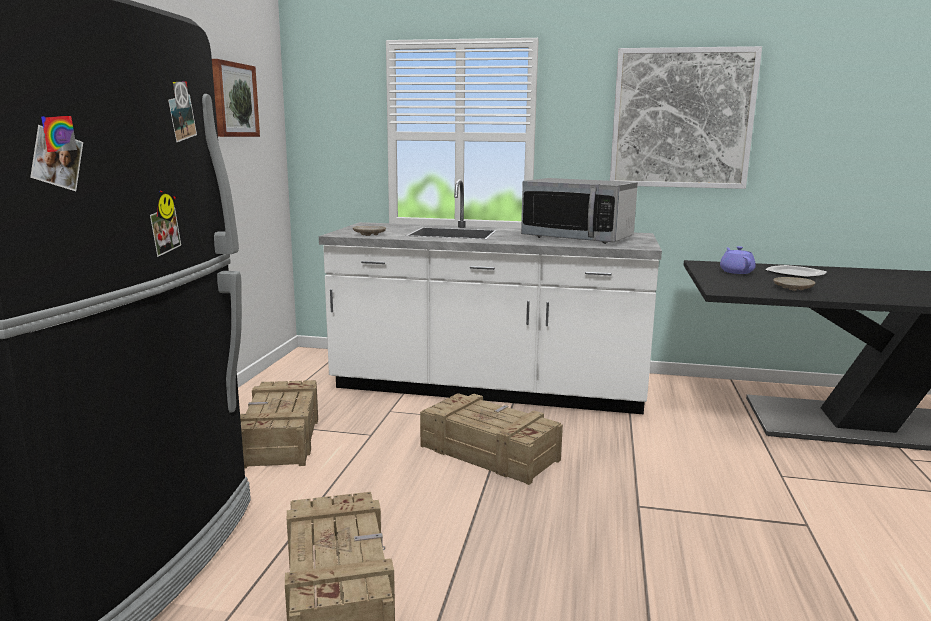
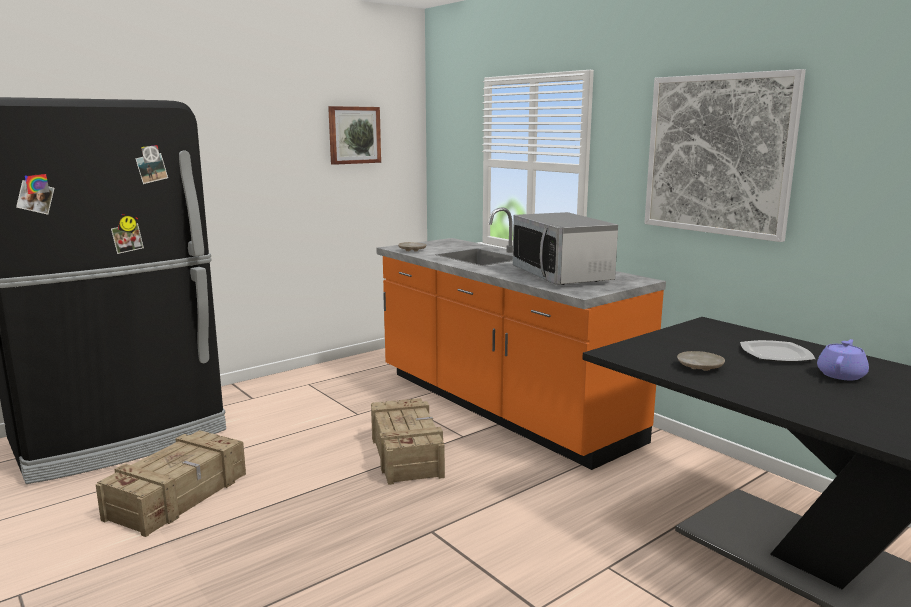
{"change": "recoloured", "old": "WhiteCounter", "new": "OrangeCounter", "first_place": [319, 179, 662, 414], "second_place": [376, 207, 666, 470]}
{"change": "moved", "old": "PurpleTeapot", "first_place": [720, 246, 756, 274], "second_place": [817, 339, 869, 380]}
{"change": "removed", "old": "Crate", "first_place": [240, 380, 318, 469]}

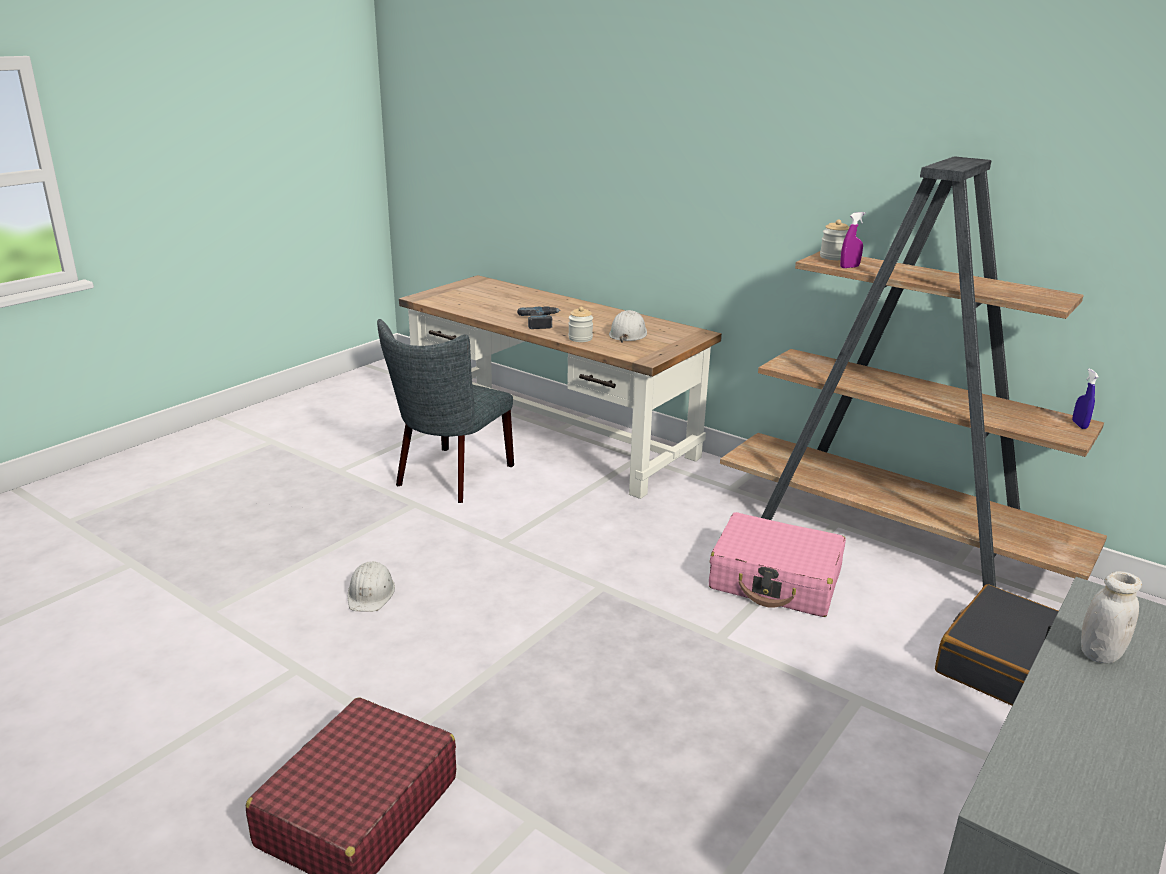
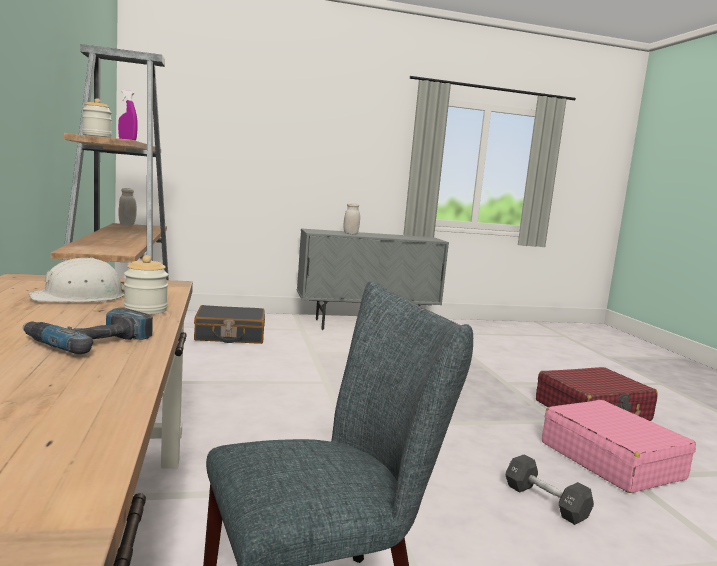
{"change": "replaced", "old": "BlueSprayBottle", "new": "WhiteJar", "first_place": [1072, 368, 1099, 429], "second_place": [118, 188, 137, 225]}
{"change": "replaced", "old": "WhiteHardHat", "new": "BlackDumbbell", "first_place": [348, 561, 395, 612], "second_place": [505, 455, 594, 525]}
{"change": "moved", "old": "PinkSuitcase", "first_place": [709, 512, 846, 617], "second_place": [542, 400, 696, 493]}

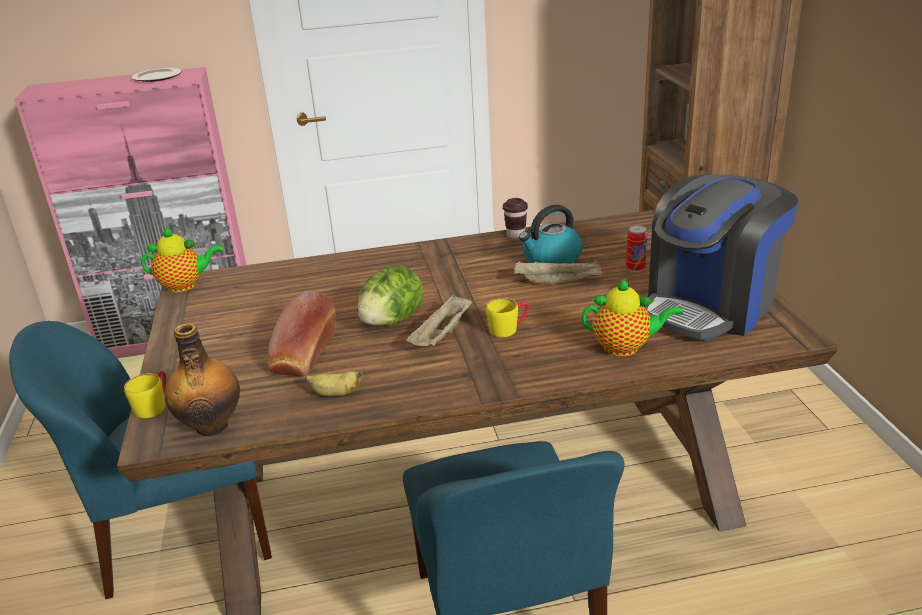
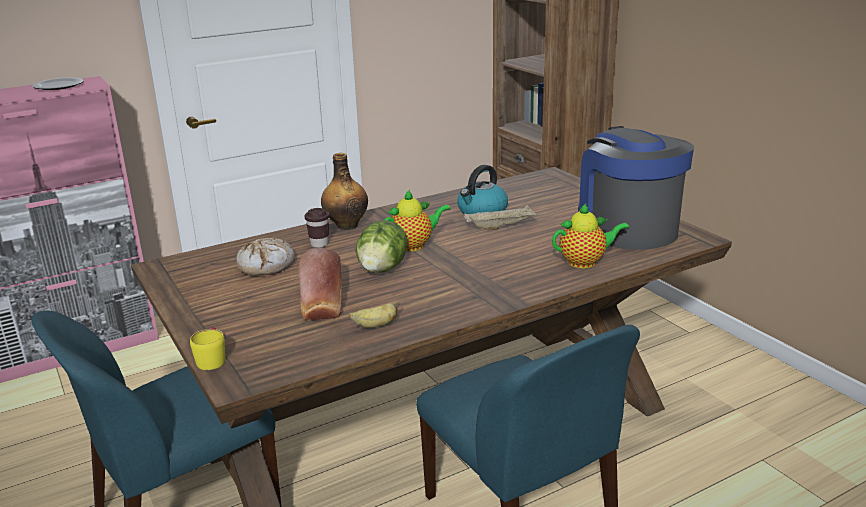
{"change": "added", "new": "Bread", "second_place": [236, 238, 295, 276]}
{"change": "moved", "old": "BrownCup", "first_place": [503, 198, 528, 239], "second_place": [304, 208, 329, 248]}
{"change": "moved", "old": "Bottle", "first_place": [165, 323, 240, 436], "second_place": [321, 153, 368, 230]}
{"change": "moved", "old": "Teapot", "first_place": [141, 227, 223, 292], "second_place": [384, 190, 451, 252]}
{"change": "turned", "old": "CoffeeMachine", "first_place": [645, 174, 799, 340], "second_place": [578, 126, 694, 250], "degrees": 135}
{"change": "removed", "old": "BeigeTray", "first_place": [406, 294, 472, 346]}
{"change": "removed", "old": "YellowMug", "first_place": [486, 298, 529, 337]}
{"change": "removed", "old": "Can", "first_place": [626, 225, 647, 272]}

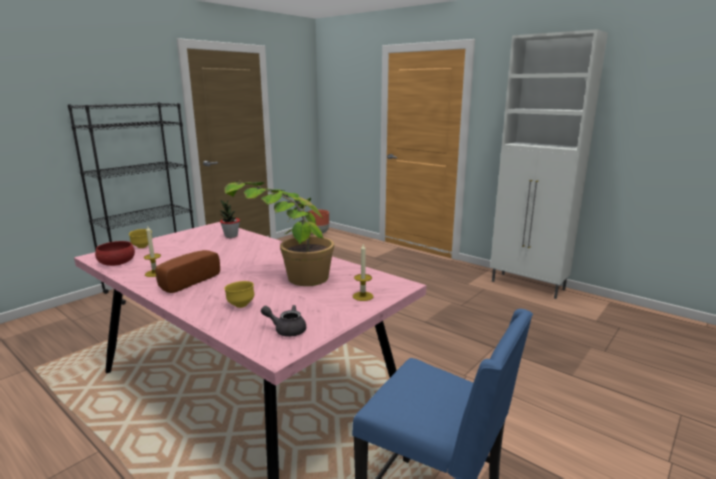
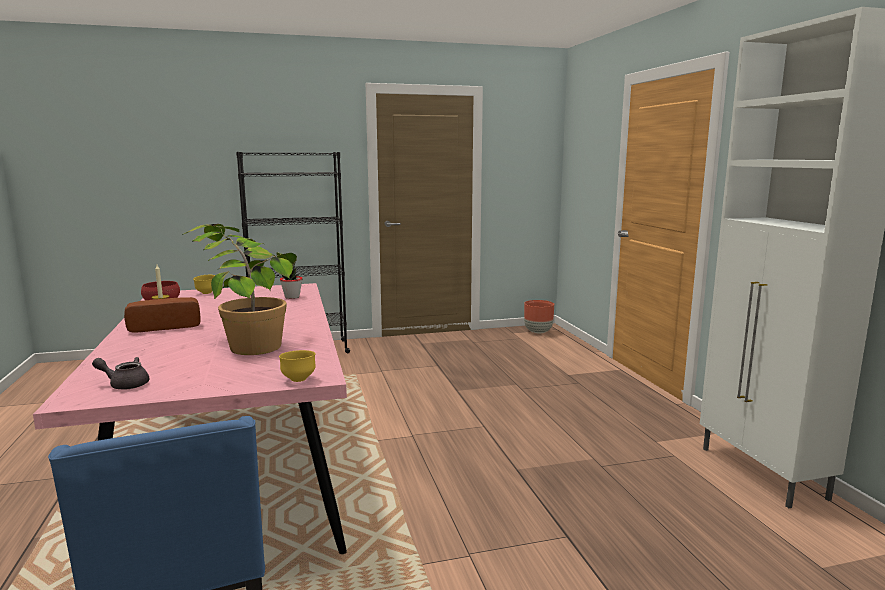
{"change": "turned", "old": "GreyTeapot", "first_place": [261, 305, 306, 337], "second_place": [92, 357, 149, 389], "degrees": -45}
{"change": "moved", "old": "YellowBowl", "first_place": [224, 281, 254, 308], "second_place": [279, 350, 316, 382]}
{"change": "removed", "old": "Candle", "first_place": [353, 244, 373, 301]}

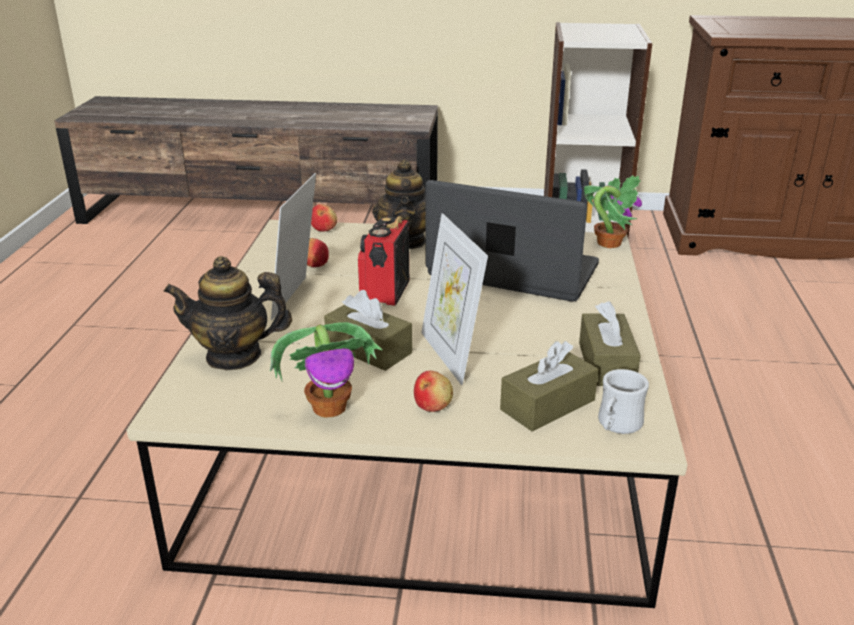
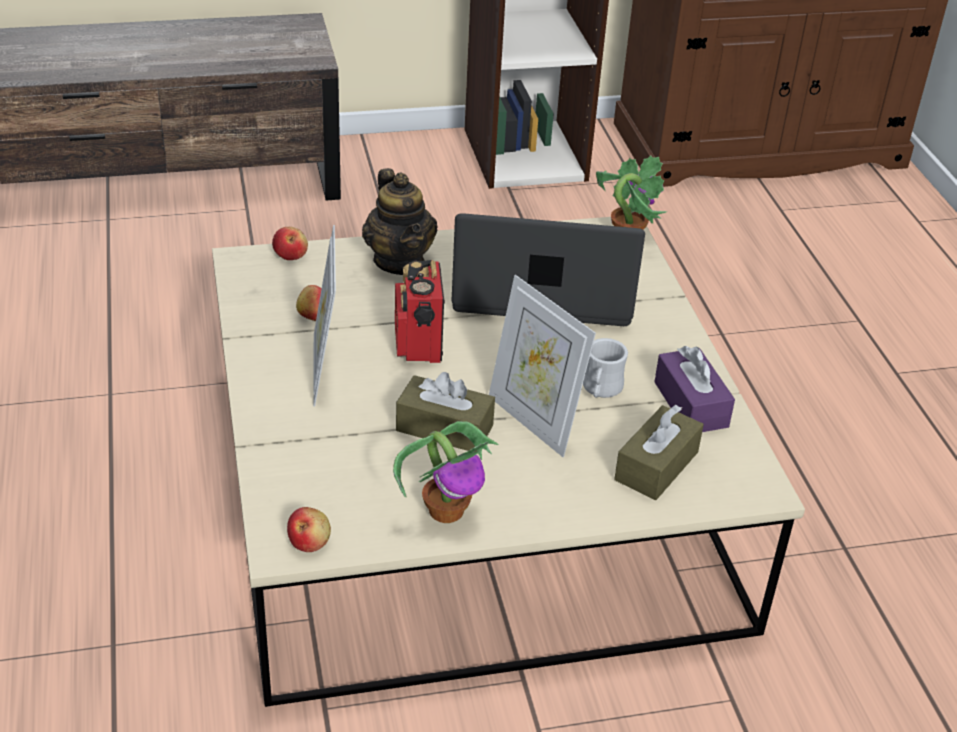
{"change": "moved", "old": "Apple", "first_place": [414, 371, 453, 412], "second_place": [287, 507, 331, 552]}
{"change": "moved", "old": "WhiteMug", "first_place": [598, 369, 649, 434], "second_place": [583, 338, 628, 398]}
{"change": "recoloured", "old": "BrownTissueBox", "new": "PurpleTissueBox", "first_place": [579, 301, 641, 386], "second_place": [655, 346, 735, 432]}
{"change": "removed", "old": "Teapot", "first_place": [163, 256, 292, 370]}

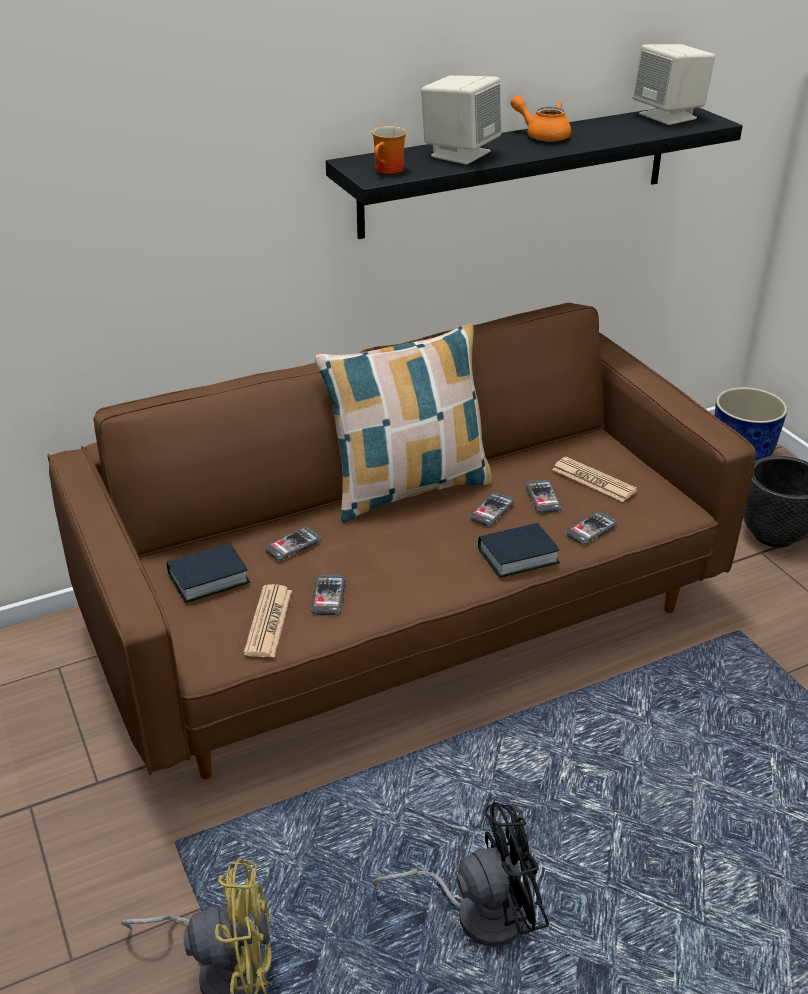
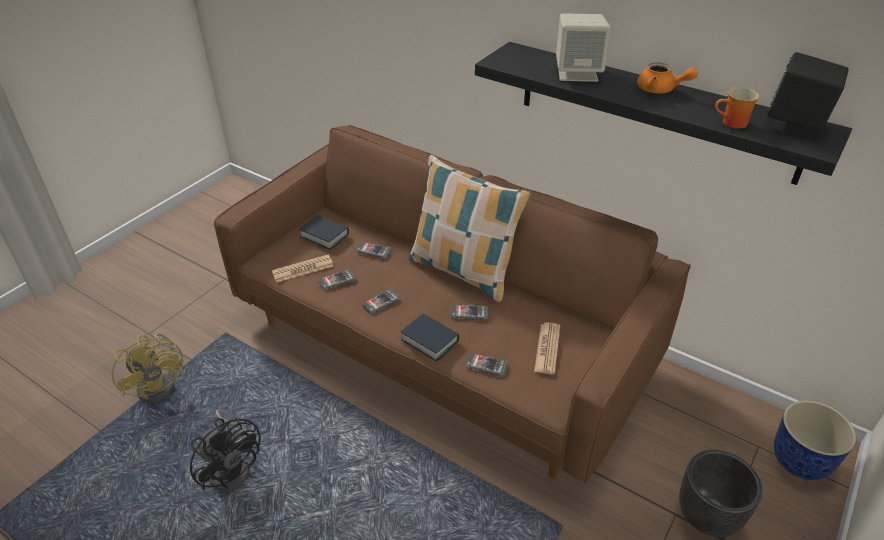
{"change": "moved", "old": "Phone", "first_place": [525, 480, 562, 513], "second_place": [363, 289, 400, 314]}
{"change": "turned", "old": "OrangeTeapot", "first_place": [510, 95, 571, 142], "second_place": [637, 62, 698, 94], "degrees": 120}
{"change": "moved", "old": "Mug", "first_place": [371, 126, 407, 174], "second_place": [715, 87, 760, 129]}
{"change": "recoloured", "old": "BeigeSpeaker", "new": "BlackSpeaker", "first_place": [632, 44, 715, 125], "second_place": [768, 52, 849, 139]}

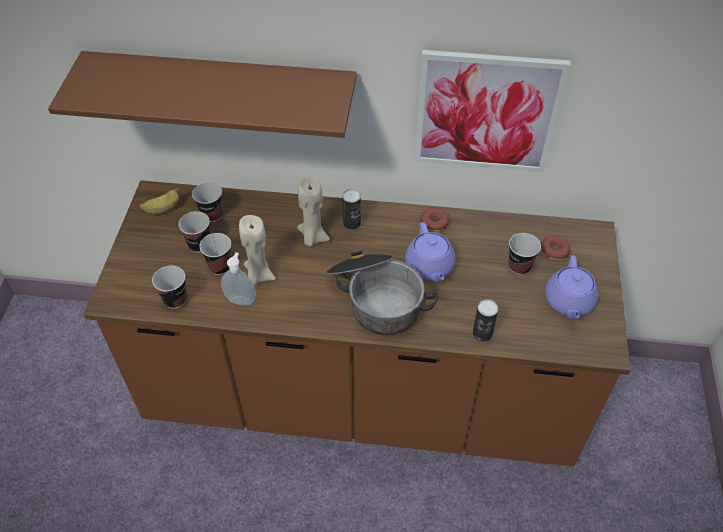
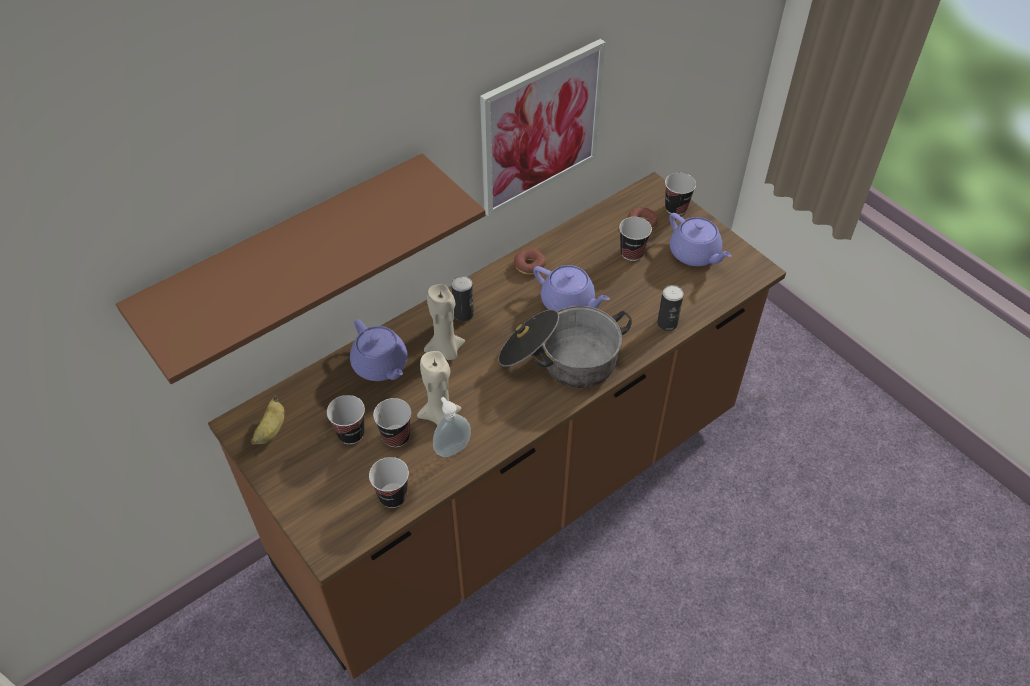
{"change": "added", "new": "PurpleTeapot", "second_place": [350, 319, 408, 381]}
{"change": "moved", "old": "Cup", "first_place": [192, 182, 223, 222], "second_place": [665, 173, 696, 215]}

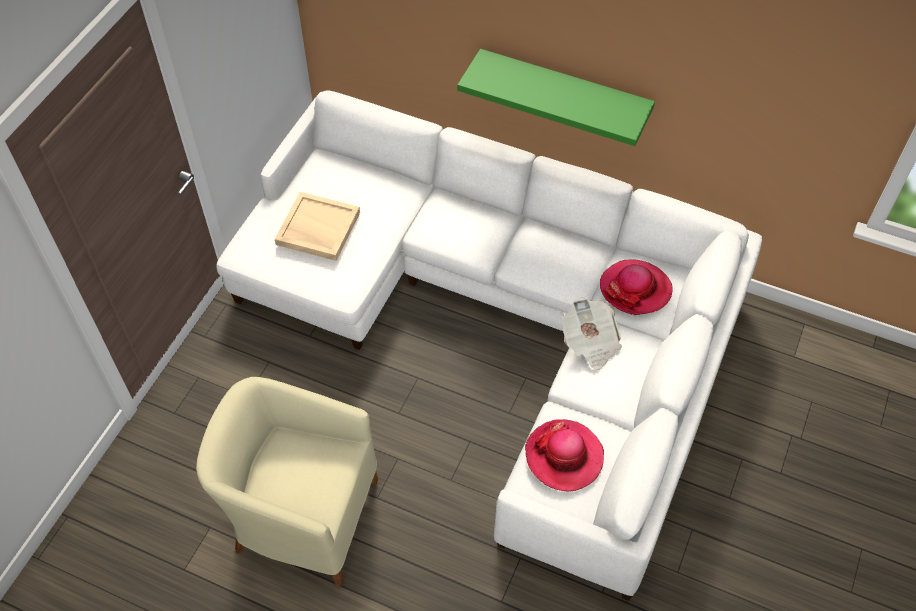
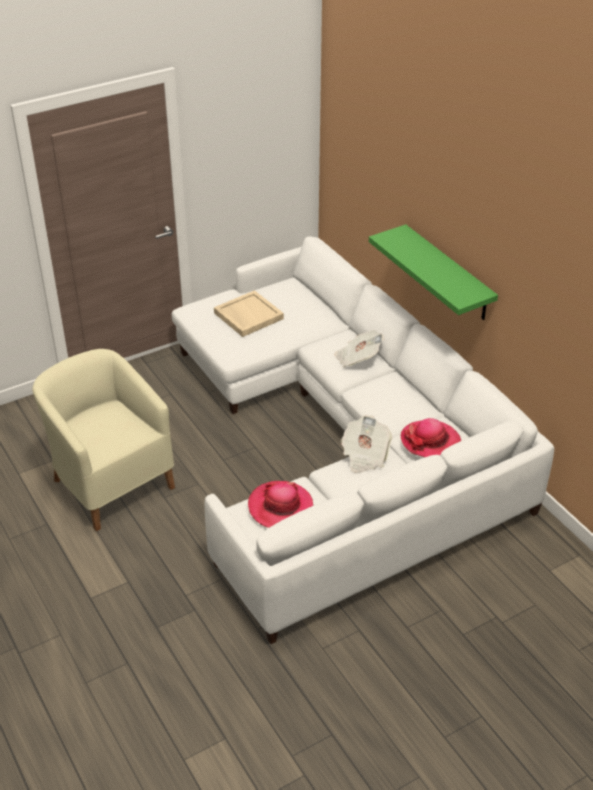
{"change": "added", "new": "Newspaper", "second_place": [334, 330, 384, 367]}

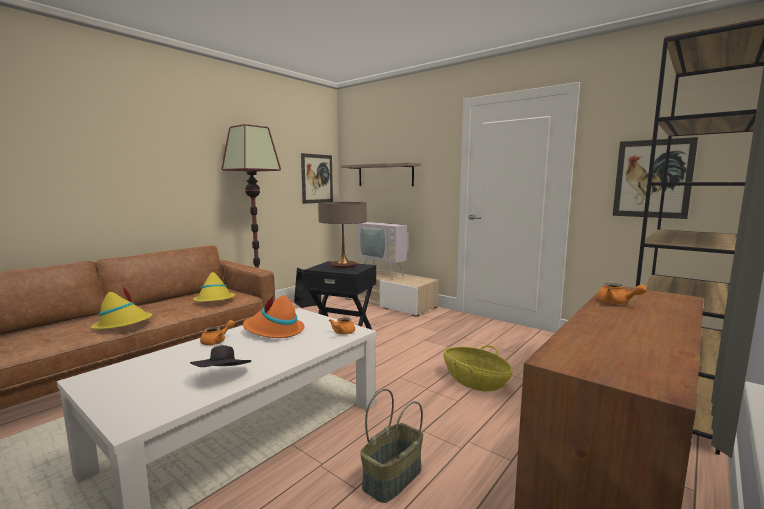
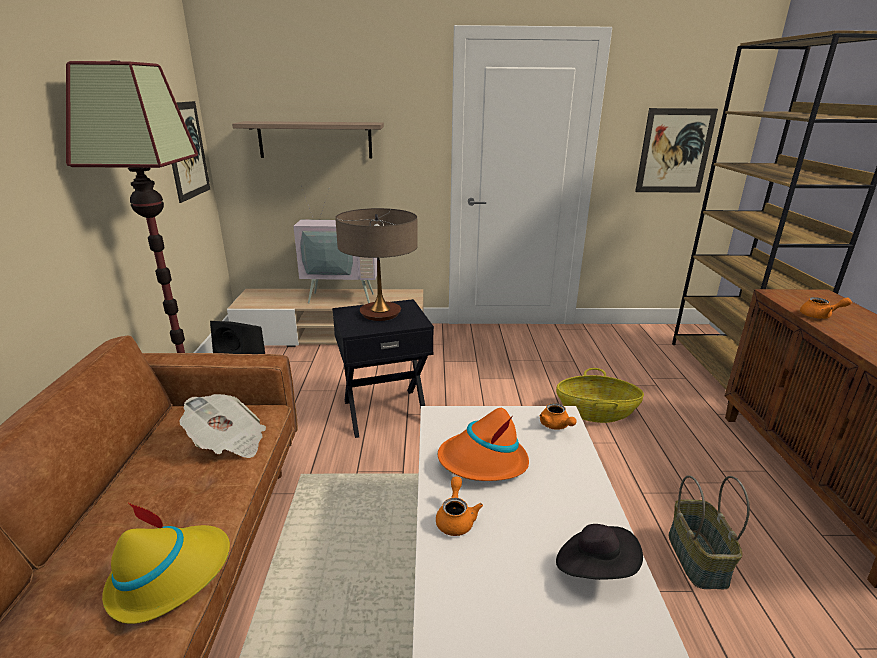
{"change": "replaced", "old": "YellowHat", "new": "Newspaper", "first_place": [193, 269, 235, 302], "second_place": [179, 394, 266, 458]}

